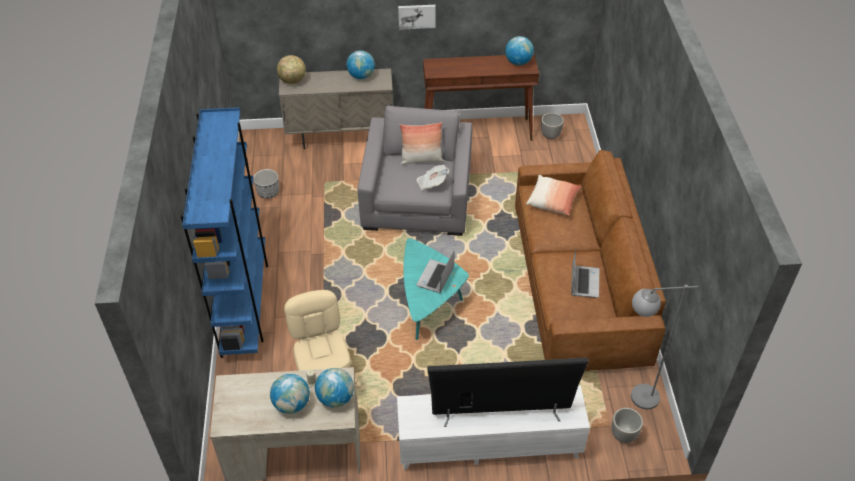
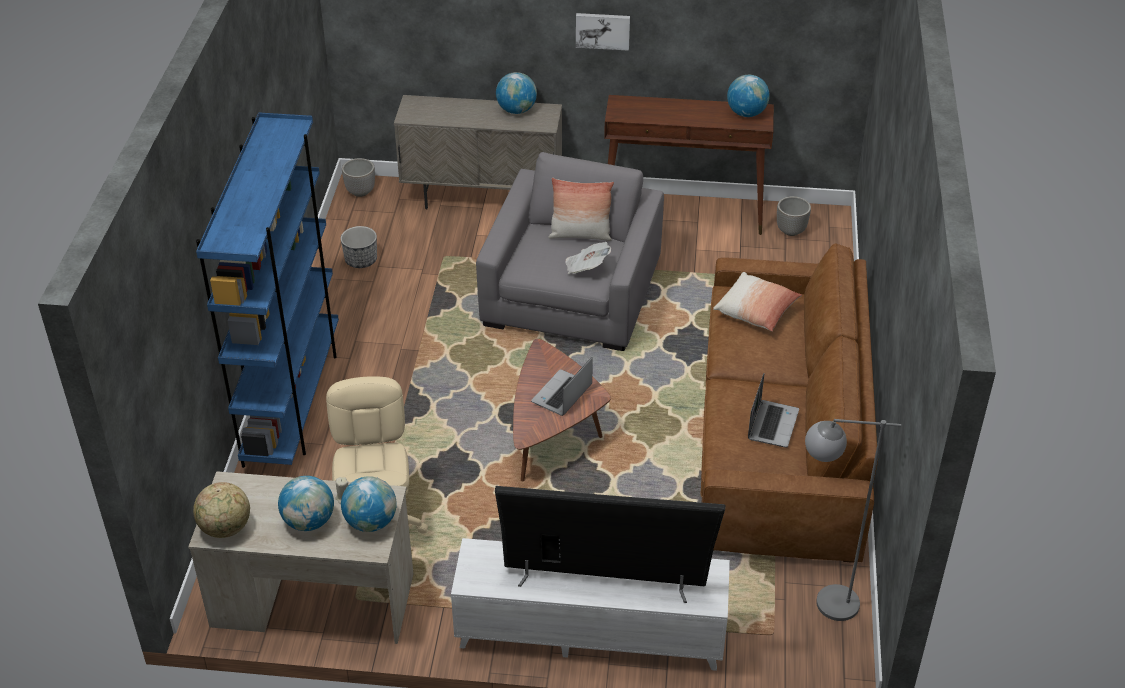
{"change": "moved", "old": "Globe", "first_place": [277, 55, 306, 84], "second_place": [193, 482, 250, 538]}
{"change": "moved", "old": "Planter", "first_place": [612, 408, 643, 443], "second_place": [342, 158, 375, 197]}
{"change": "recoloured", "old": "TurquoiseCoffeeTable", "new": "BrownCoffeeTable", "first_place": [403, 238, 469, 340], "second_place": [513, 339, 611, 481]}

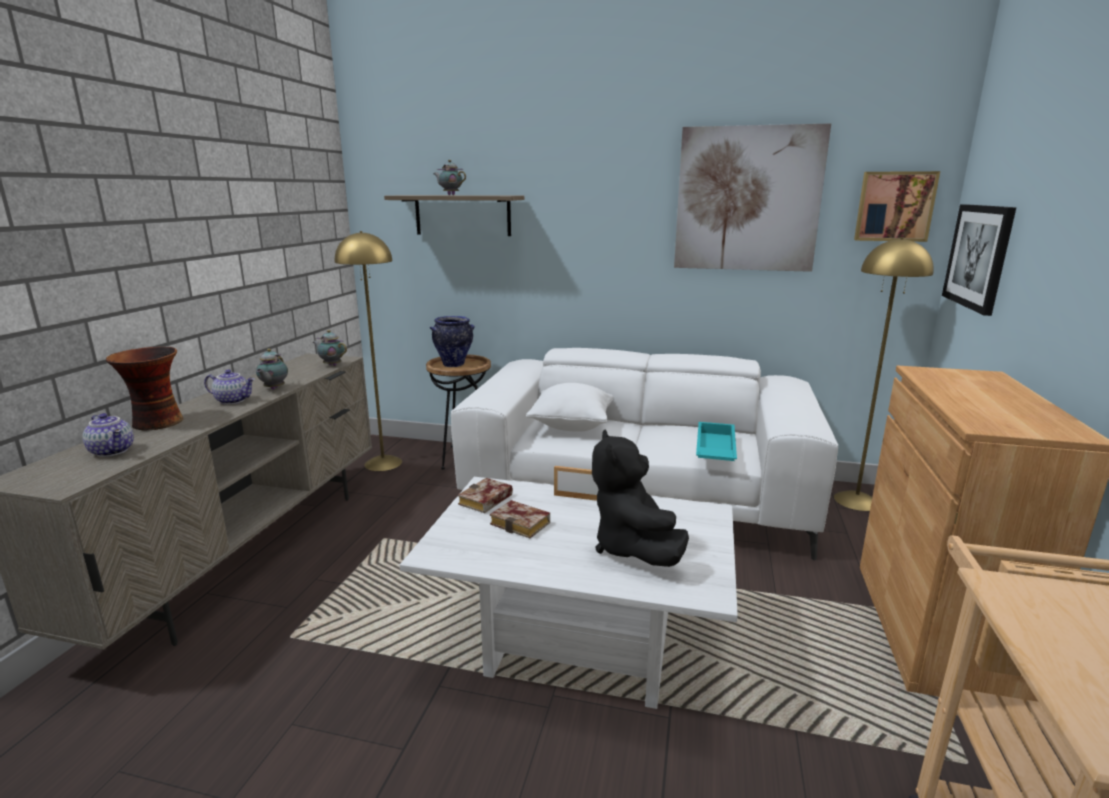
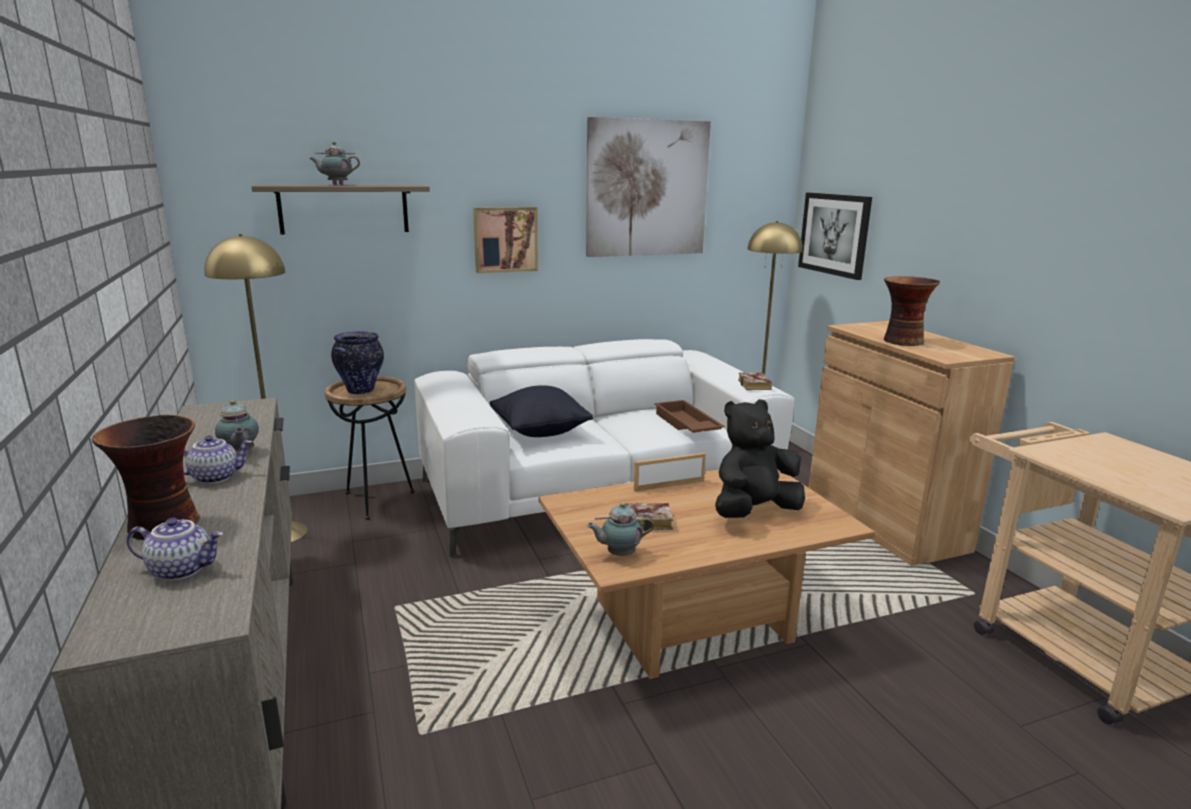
{"change": "moved", "old": "Picture", "first_place": [854, 171, 940, 242], "second_place": [473, 207, 538, 273]}
{"change": "recoloured", "old": "WhitePillow", "new": "BlackPillow", "first_place": [526, 383, 613, 432], "second_place": [490, 385, 593, 437]}
{"change": "recoloured", "old": "WhiteCoffeeTable", "new": "BrownCoffeeTable", "first_place": [400, 477, 738, 709], "second_place": [539, 469, 875, 679]}
{"change": "moved", "old": "Teapot", "first_place": [313, 330, 347, 366], "second_place": [587, 502, 654, 556]}
{"change": "recoloured", "old": "TurquoiseTray", "new": "BrownTray", "first_place": [696, 422, 737, 461], "second_place": [654, 400, 724, 433]}
{"change": "turned", "old": "BlackPlushToy", "first_place": [592, 430, 689, 567], "second_place": [715, 399, 805, 518], "degrees": 105}
{"change": "moved", "old": "Book", "first_place": [458, 478, 513, 513], "second_place": [738, 373, 772, 390]}
{"change": "added", "new": "Vase", "second_place": [884, 276, 940, 346]}

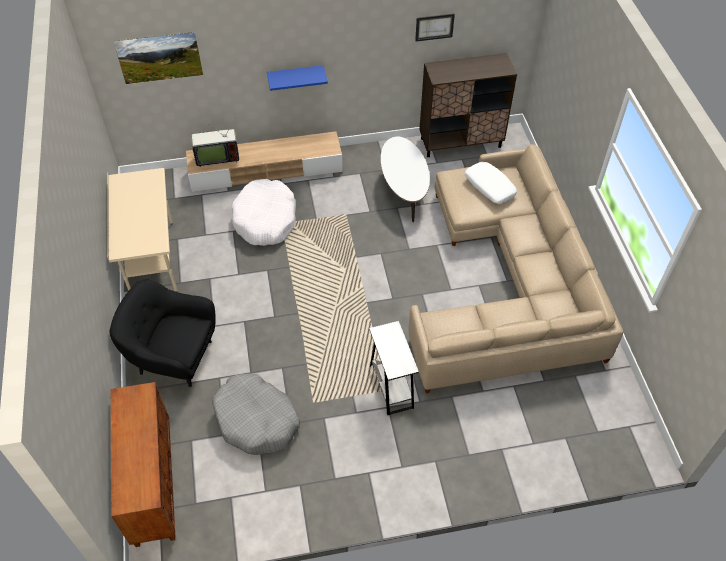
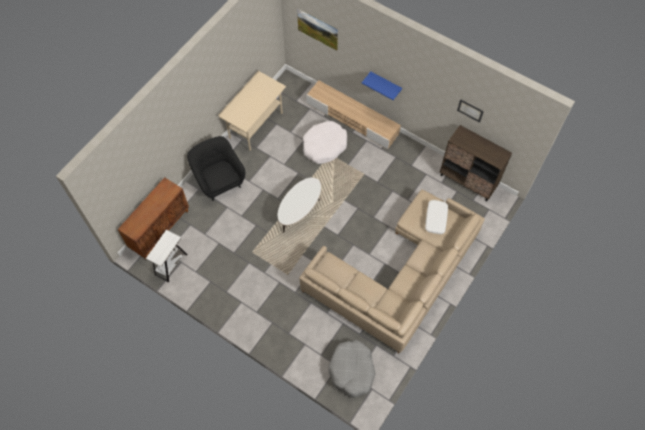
{"change": "moved", "old": "WhiteSideTable", "first_place": [369, 321, 419, 415], "second_place": [146, 230, 188, 283]}
{"change": "moved", "old": "WhiteCoffeeTable", "first_place": [381, 136, 430, 222], "second_place": [278, 177, 321, 233]}
{"change": "moved", "old": "GreyDogBed", "first_place": [212, 374, 300, 455], "second_place": [328, 340, 375, 398]}
{"change": "removed", "old": "Television", "first_place": [191, 118, 239, 167]}

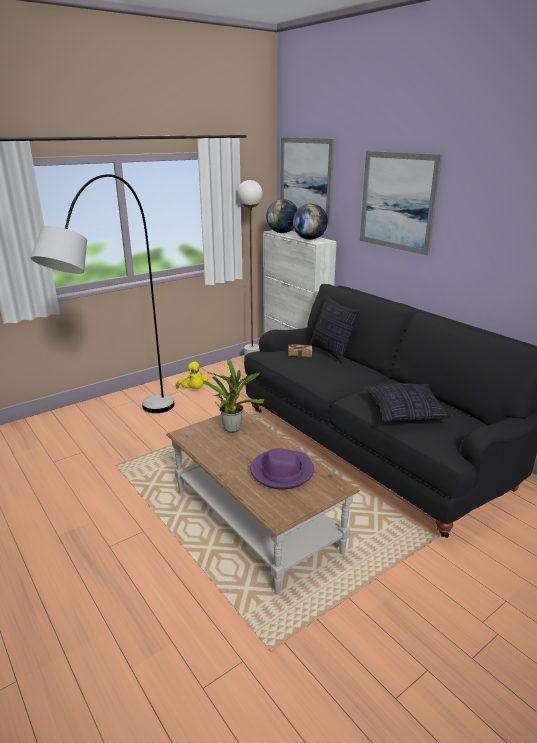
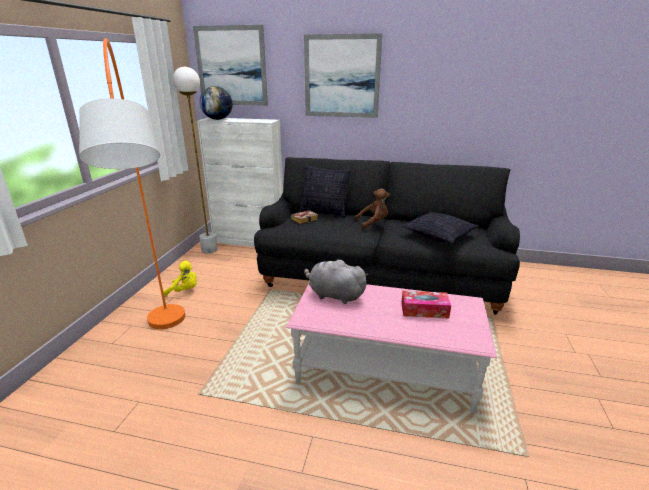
{"change": "recoloured", "old": "GreyFloorLamp", "new": "OrangeFloorLamp", "first_place": [31, 174, 175, 413], "second_place": [79, 38, 185, 329]}
{"change": "recoloured", "old": "BrownCoffeeTable", "new": "PinkCoffeeTable", "first_place": [166, 410, 360, 595], "second_place": [286, 284, 497, 414]}
{"change": "replaced", "old": "PottedPlant", "new": "GreyPlushToy", "first_place": [203, 359, 264, 433], "second_place": [304, 259, 368, 304]}
{"change": "added", "new": "BrownPlushToy", "second_place": [354, 188, 389, 229]}
{"change": "replaced", "old": "PurpleHat", "new": "TissueBox", "first_place": [250, 448, 314, 490], "second_place": [401, 291, 451, 318]}
{"change": "removed", "old": "Globe", "first_place": [293, 204, 328, 240]}

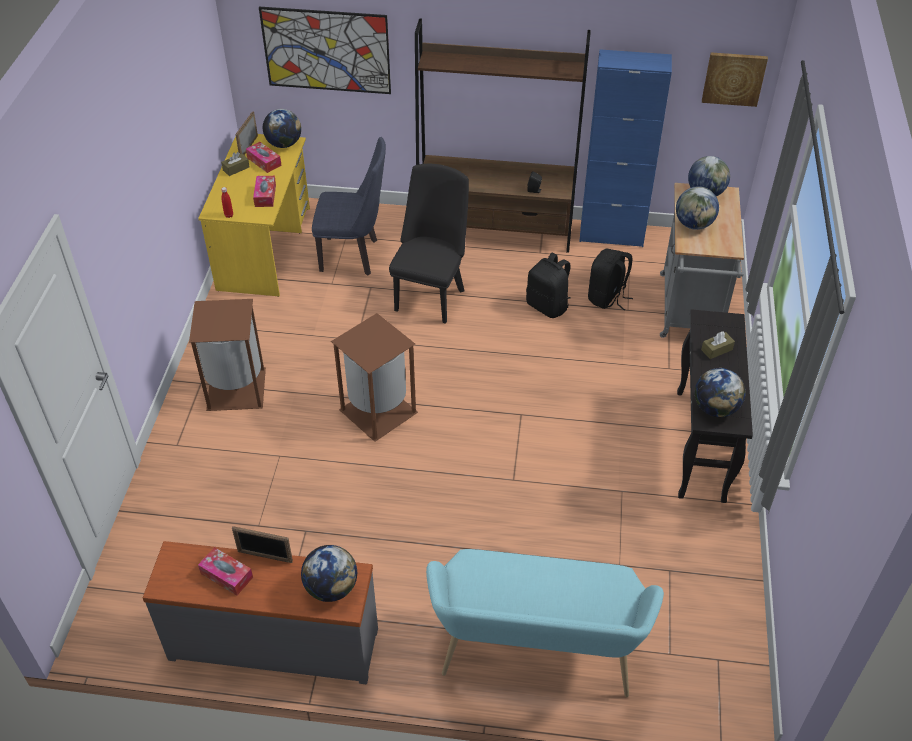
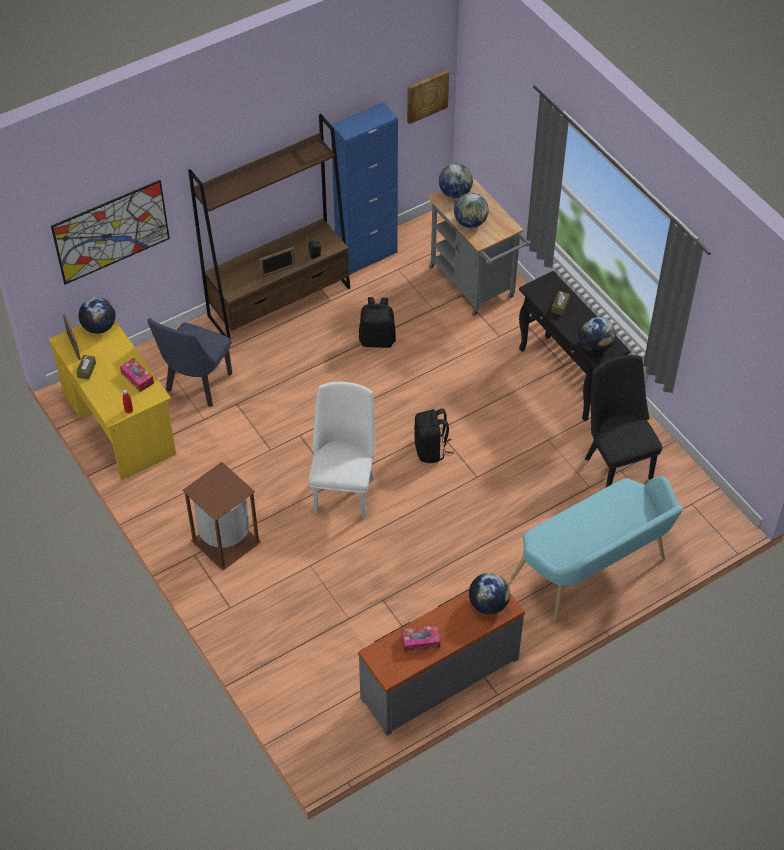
{"change": "turned", "old": "BlueChair", "first_place": [312, 137, 386, 276], "second_place": [147, 318, 232, 407], "degrees": 150}
{"change": "moved", "old": "PictureFrame", "first_place": [232, 526, 293, 563], "second_place": [259, 247, 295, 278]}
{"change": "replaced", "old": "BrownTrashCan", "new": "WhiteChair", "first_place": [331, 313, 418, 442], "second_place": [309, 382, 375, 518]}
{"change": "moved", "old": "BlackBackpack", "first_place": [588, 249, 633, 310], "second_place": [414, 409, 454, 463]}
{"change": "moved", "old": "BlackChair", "first_place": [389, 164, 469, 324], "second_place": [585, 355, 662, 487]}
{"change": "removed", "old": "TissueBox", "first_place": [246, 142, 282, 173]}

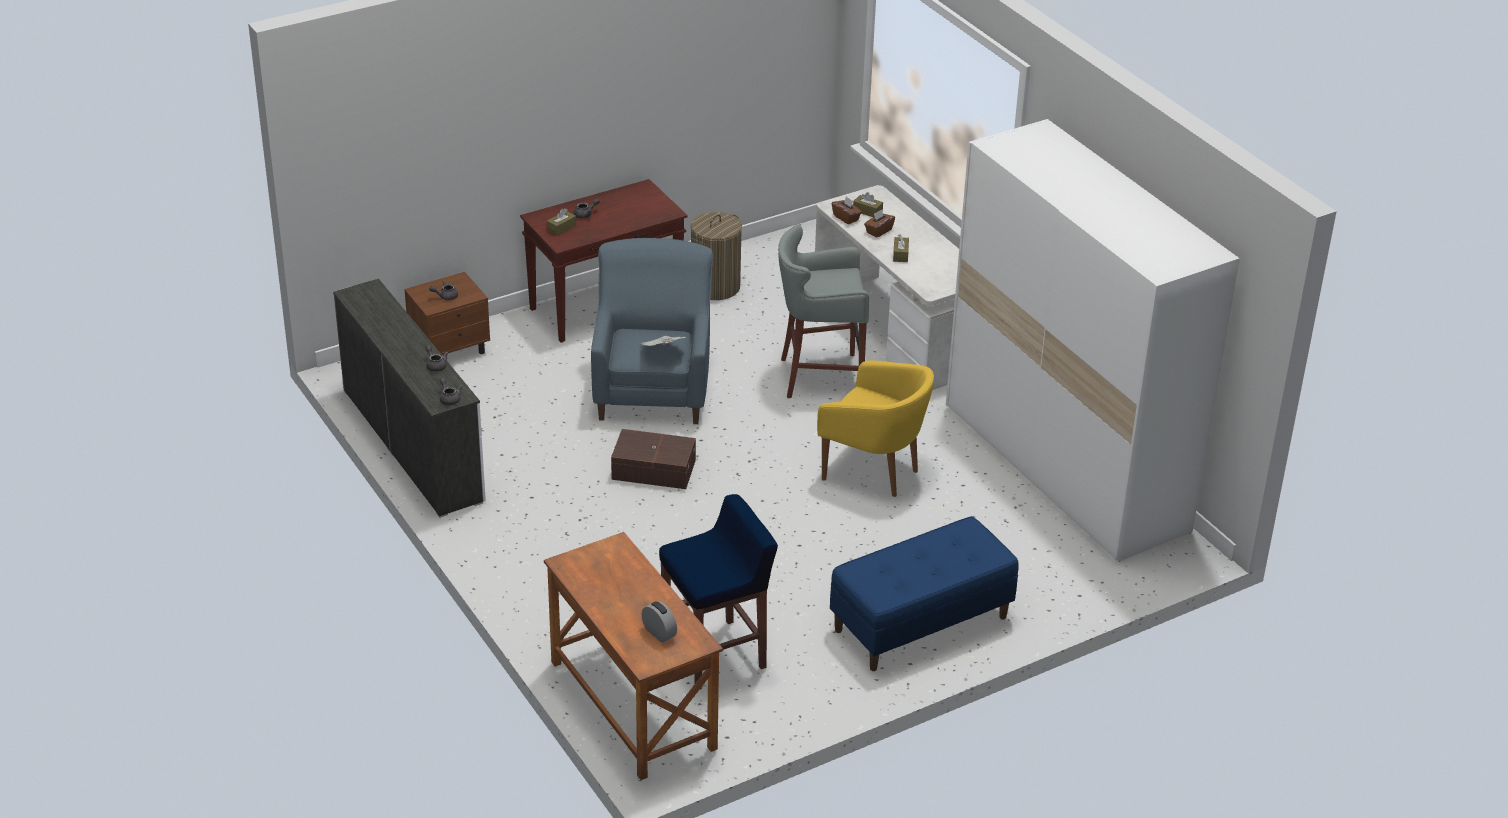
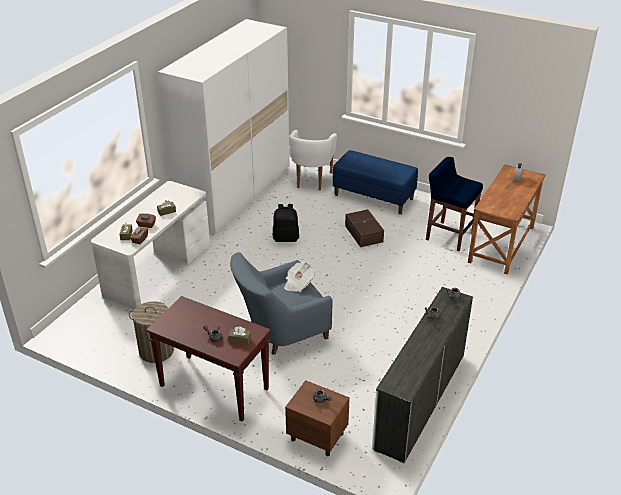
{"change": "replaced", "old": "YellowArmchair", "new": "BlackBackpack", "first_place": [817, 361, 934, 497], "second_place": [273, 204, 299, 242]}
{"change": "added", "new": "WhiteArmchair", "second_place": [289, 130, 337, 190]}
{"change": "moved", "old": "BrownStorageBox", "first_place": [611, 429, 696, 489], "second_place": [345, 209, 384, 248]}
{"change": "removed", "old": "GreyStool", "first_place": [778, 224, 869, 398]}

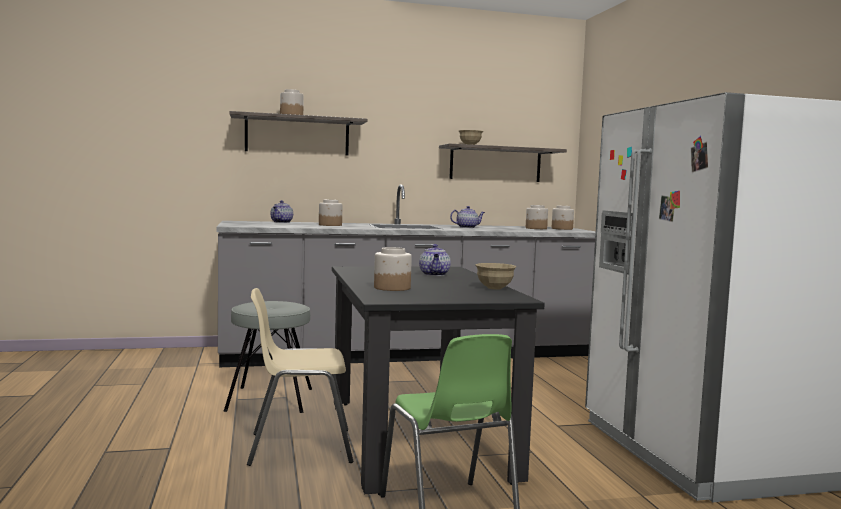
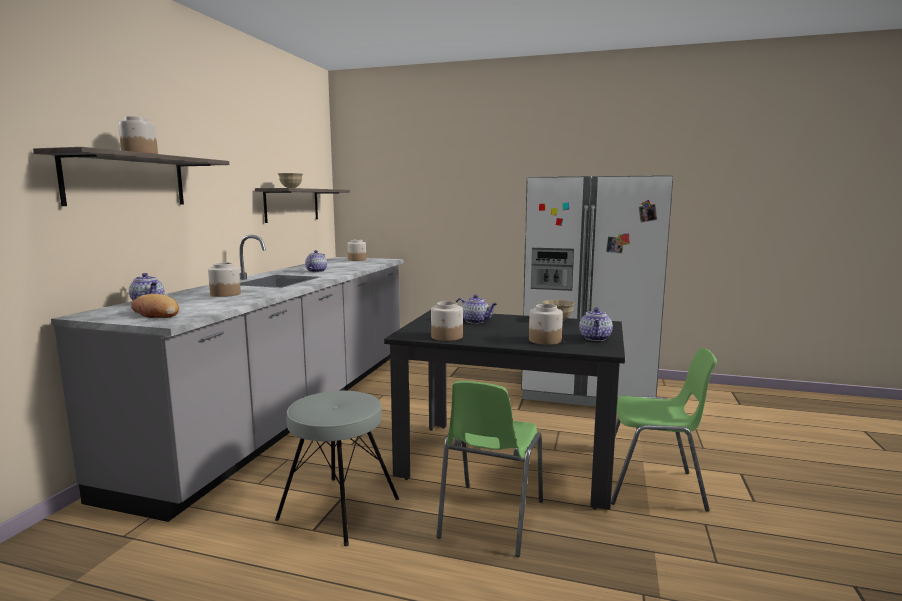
{"change": "added", "new": "Bread", "second_place": [131, 294, 179, 318]}
{"change": "moved", "old": "Jar", "first_place": [526, 205, 548, 229], "second_place": [431, 301, 463, 341]}
{"change": "recoloured", "old": "BeigeChair", "new": "GreenChair", "first_place": [247, 288, 353, 466], "second_place": [436, 381, 543, 557]}
{"change": "added", "new": "Teapot", "second_place": [579, 308, 613, 341]}

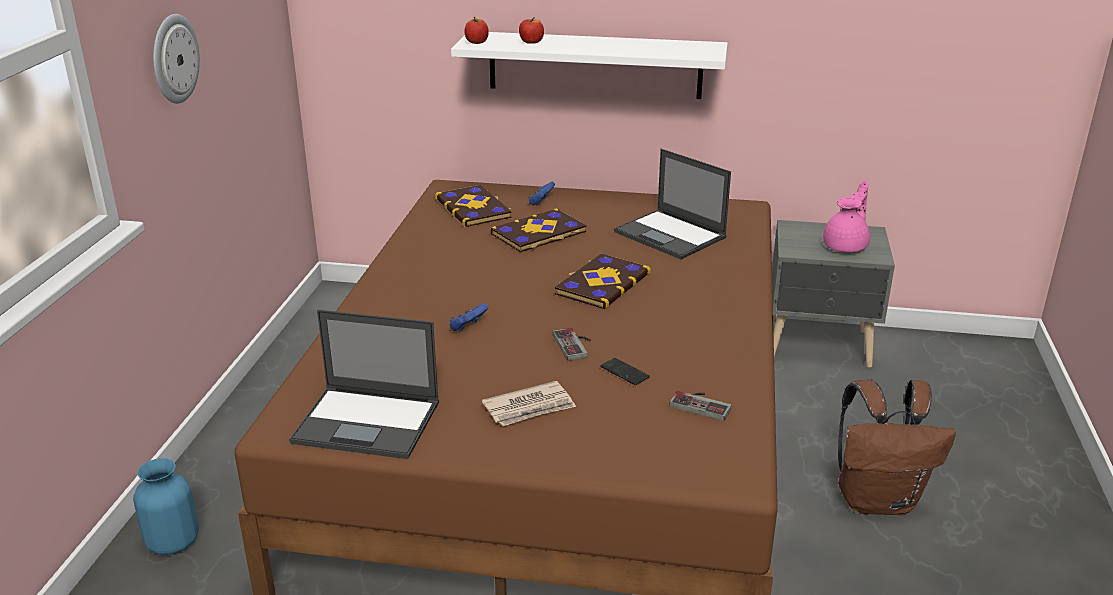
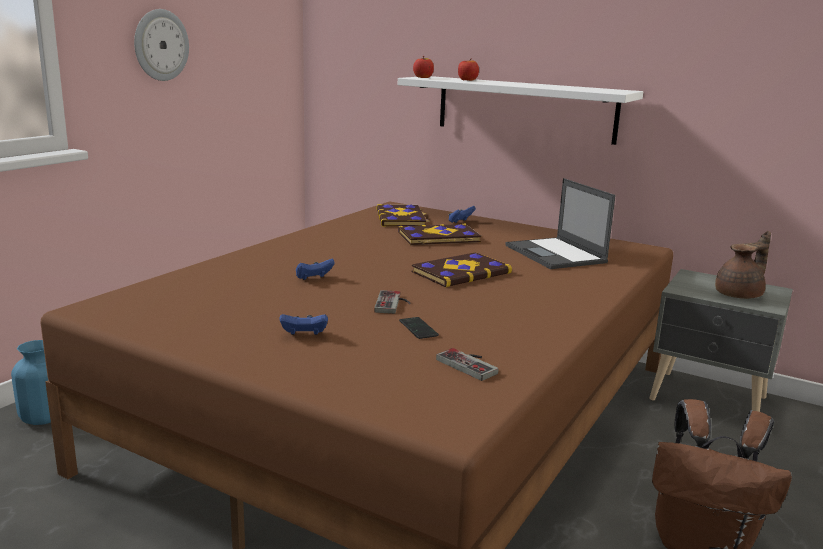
{"change": "replaced", "old": "Newspaper", "new": "BlueGameController", "first_place": [482, 381, 576, 426], "second_place": [279, 314, 328, 335]}
{"change": "recoloured", "old": "PinkTeapot", "new": "BrownTeapot", "first_place": [823, 180, 870, 252], "second_place": [715, 231, 771, 299]}
{"change": "removed", "old": "Laptop", "first_place": [289, 310, 439, 459]}

